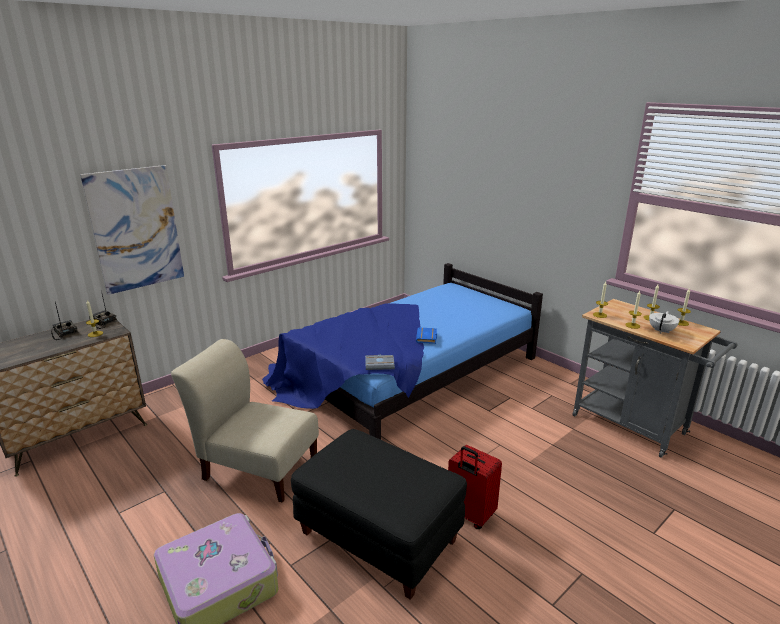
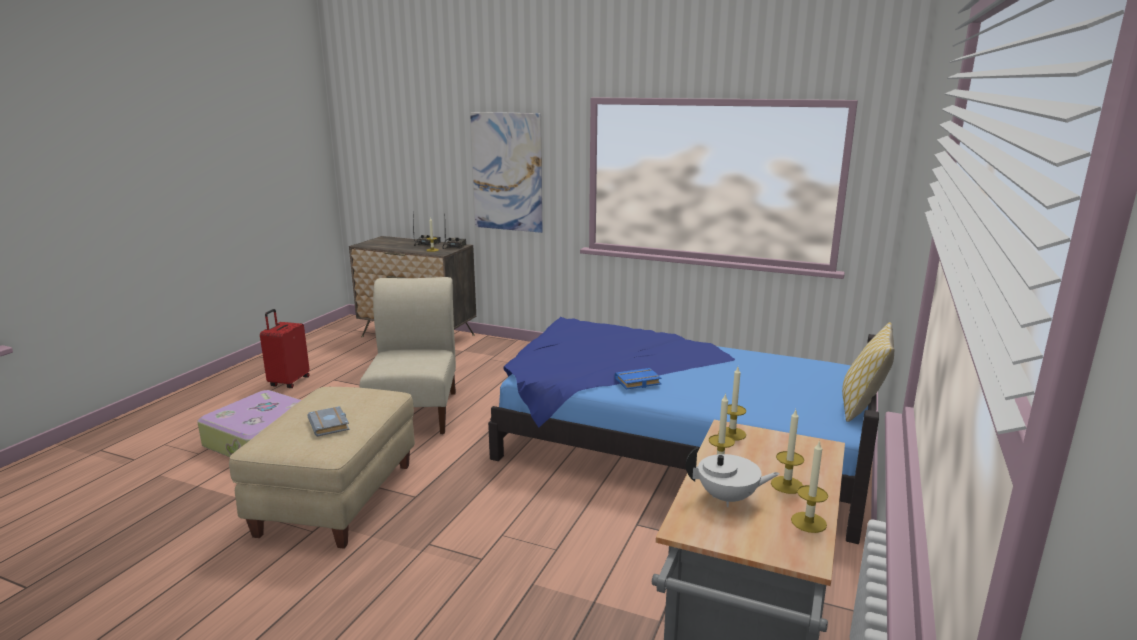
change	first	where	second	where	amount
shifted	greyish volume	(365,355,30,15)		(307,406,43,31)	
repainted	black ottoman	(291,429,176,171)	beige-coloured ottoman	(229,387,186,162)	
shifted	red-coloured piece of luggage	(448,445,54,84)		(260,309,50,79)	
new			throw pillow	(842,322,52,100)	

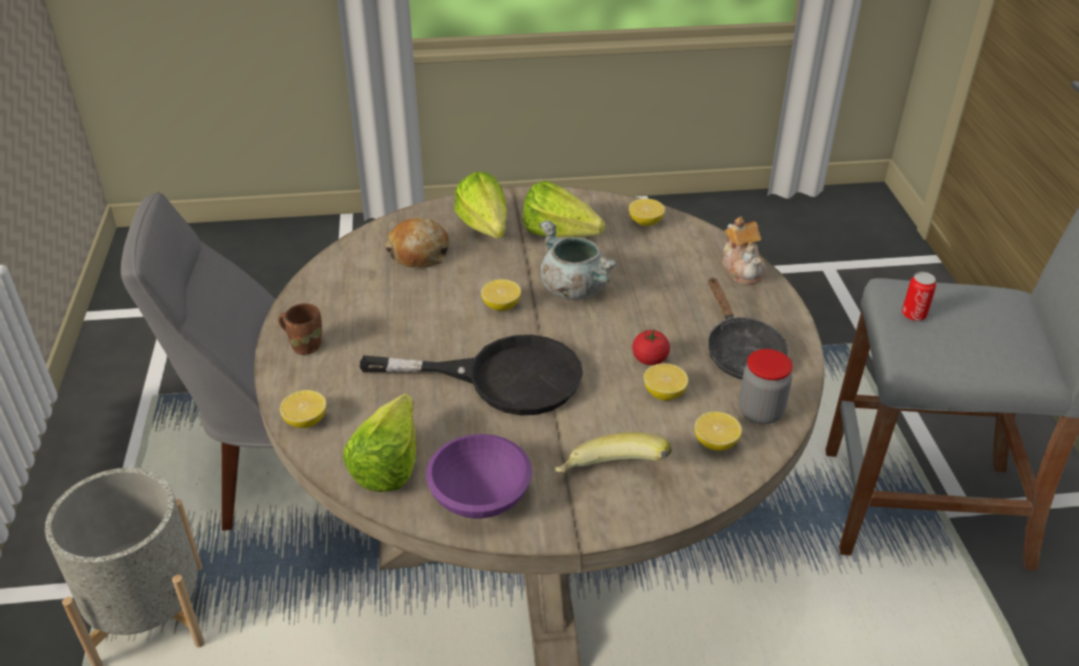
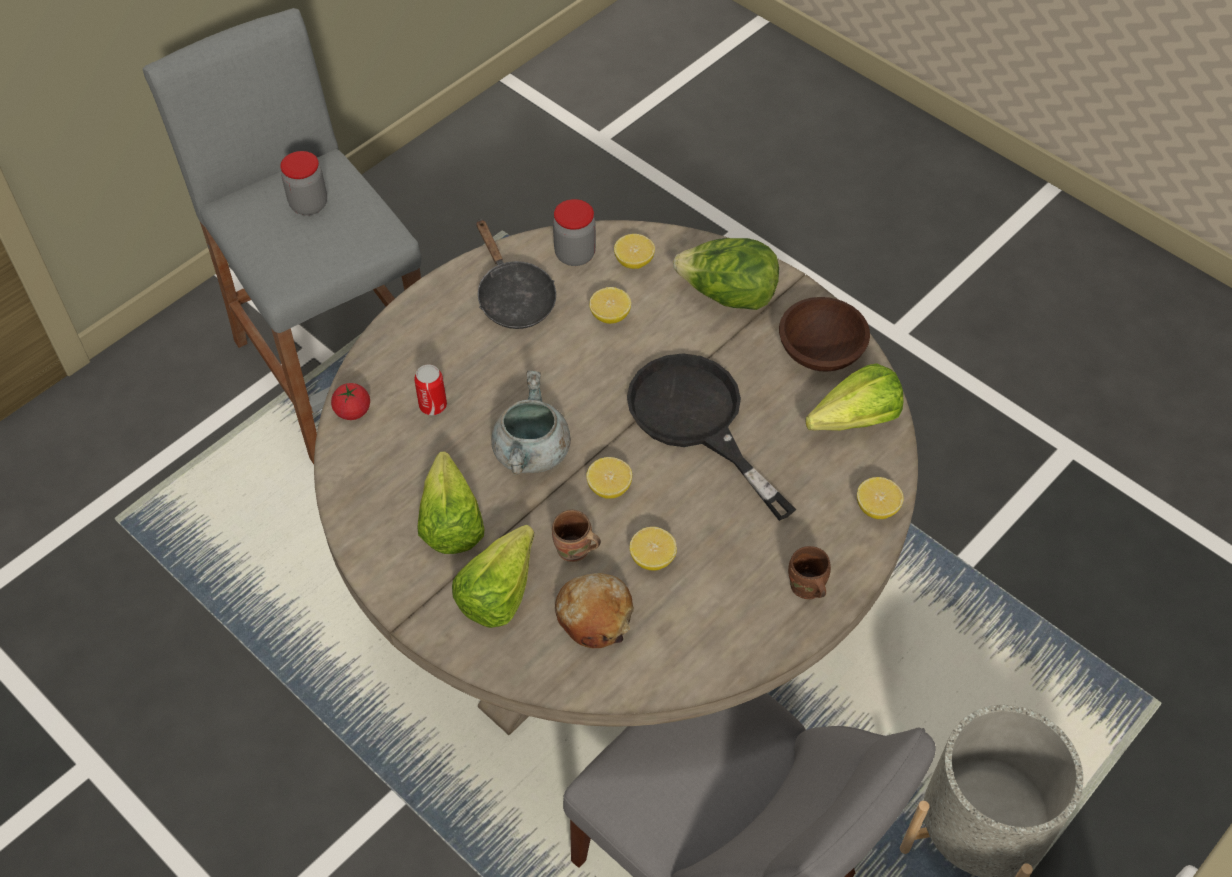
change	first	where	second	where	amount
shifted	lemon	(629,199,36,27)		(630,527,47,44)	
gone	pot for tea	(722,217,43,68)			
shifted	sealed can	(902,272,34,49)		(414,364,33,51)	
rotated	black skillet	(708,277,81,102)		(477,219,79,110)	120 degrees clockwise
shifted	whole tomato	(632,330,38,35)		(331,383,39,37)	
swapped	banana fruit	(555,432,117,41)	head of lettuce	(673,238,106,72)	
repainted	purplish bowl	(426,434,106,85)	brown bowl	(779,297,91,75)	
new			jar	(280,151,47,64)	
new			brown coffee mug	(552,510,49,52)	

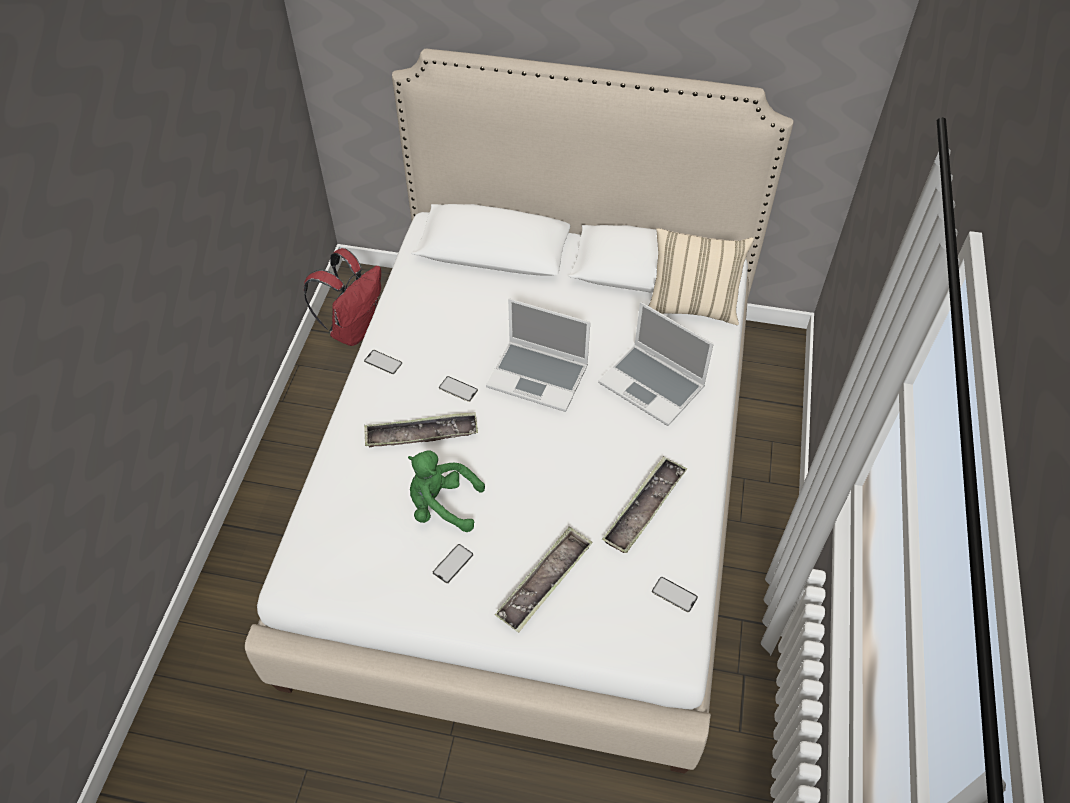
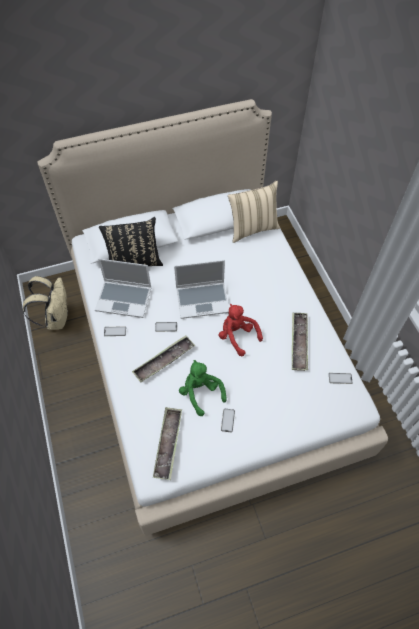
change	first	where	second	where	amount
repainted	red-coloured rucksack	(304,248,77,98)	beige-coloured rucksack	(23,276,45,54)	
shifted	notebook computer	(598,302,116,124)		(95,259,57,59)	
rotated	green plush toy	(408,450,77,82)		(179,360,48,56)	75 degrees clockwise
shifted	tray	(495,526,98,107)		(153,407,29,73)	
new			black throw pillow	(99,217,64,49)	
new			red-coloured plush toy	(219,304,44,52)	

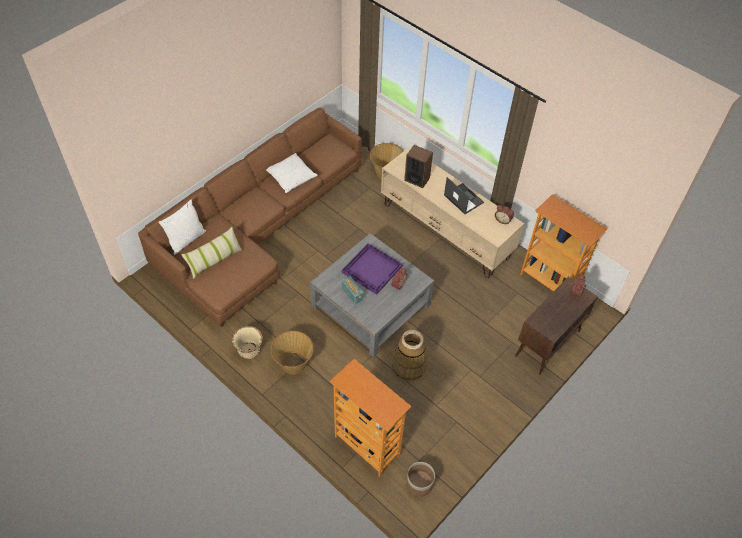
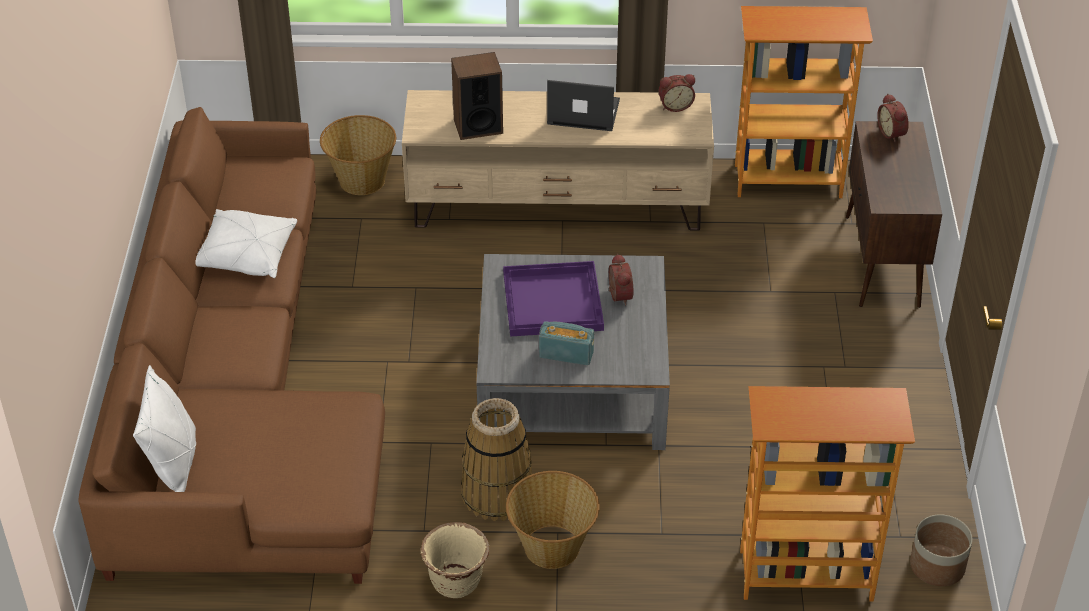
change	first	where	second	where	amount
gone	throw pillow	(181,227,62,52)			
shifted	storage basket	(392,330,35,51)		(461,398,71,123)	

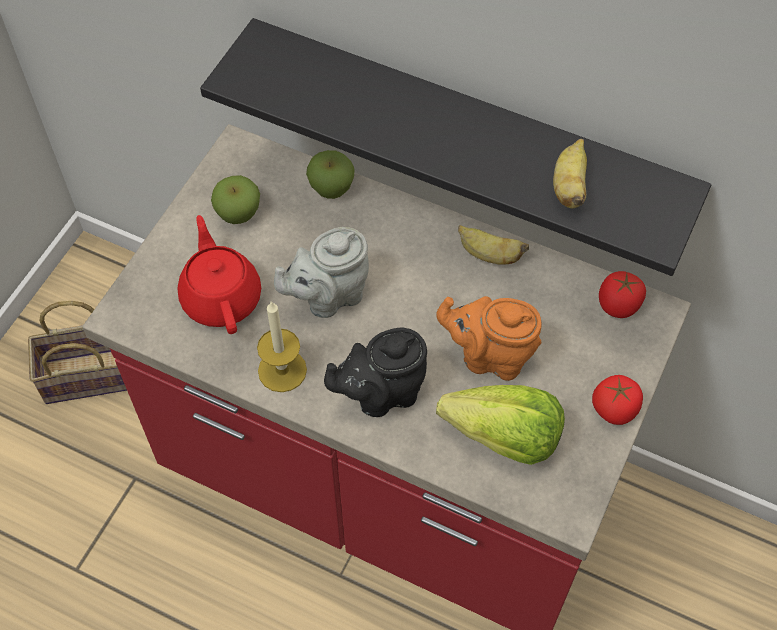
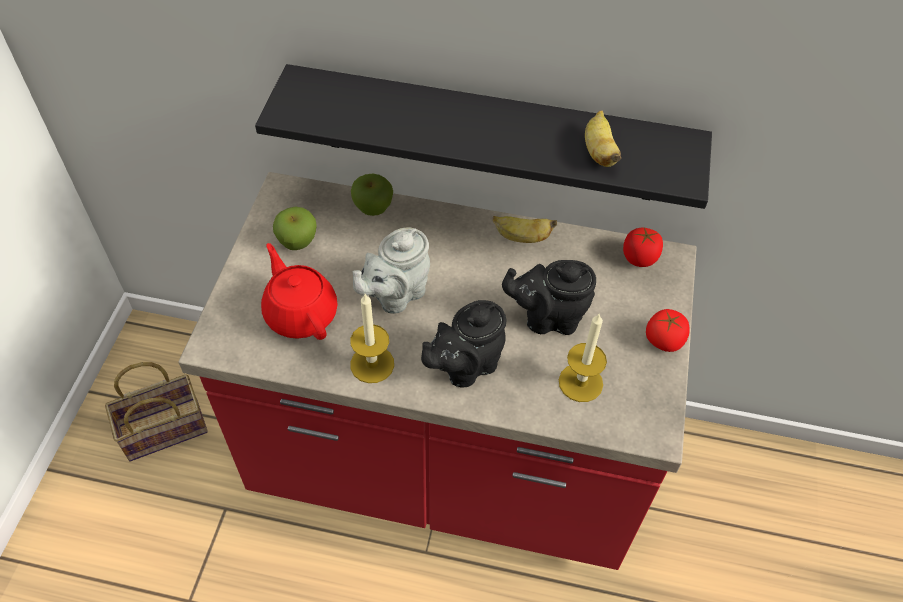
change	first	where	second	where	amount
repainted	orange-coloured pot for tea	(436,296,106,85)	black pot for tea	(502,260,94,75)	
swapped	head of lettuce	(436,385,129,80)	wax light	(559,313,48,89)	

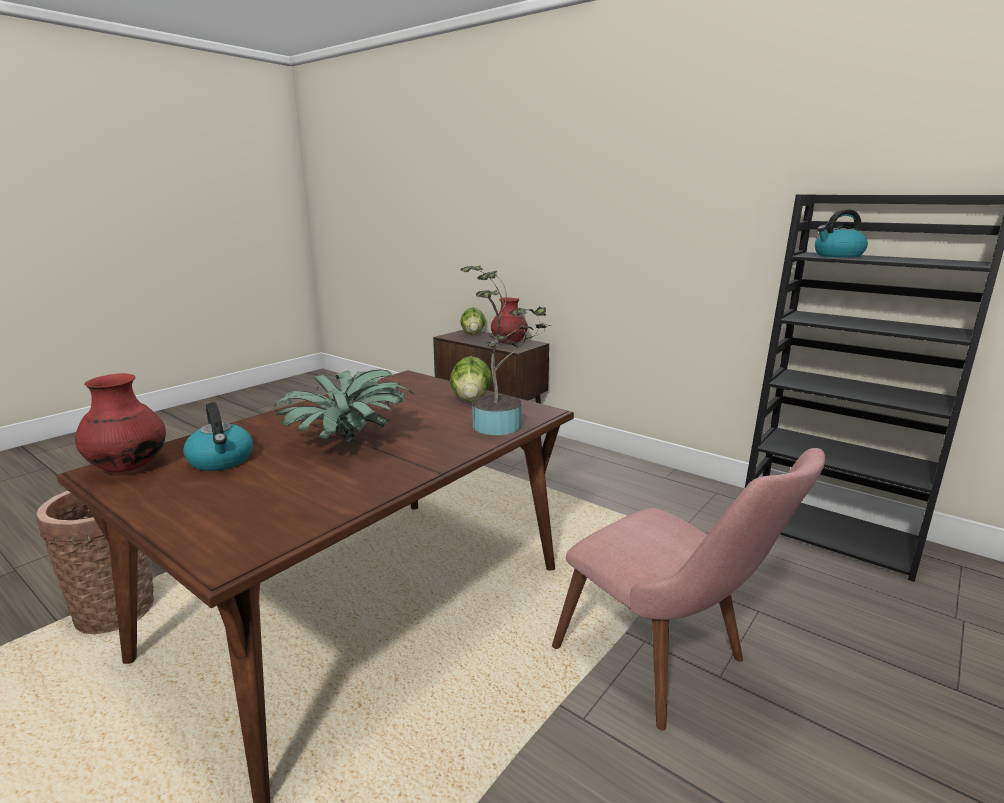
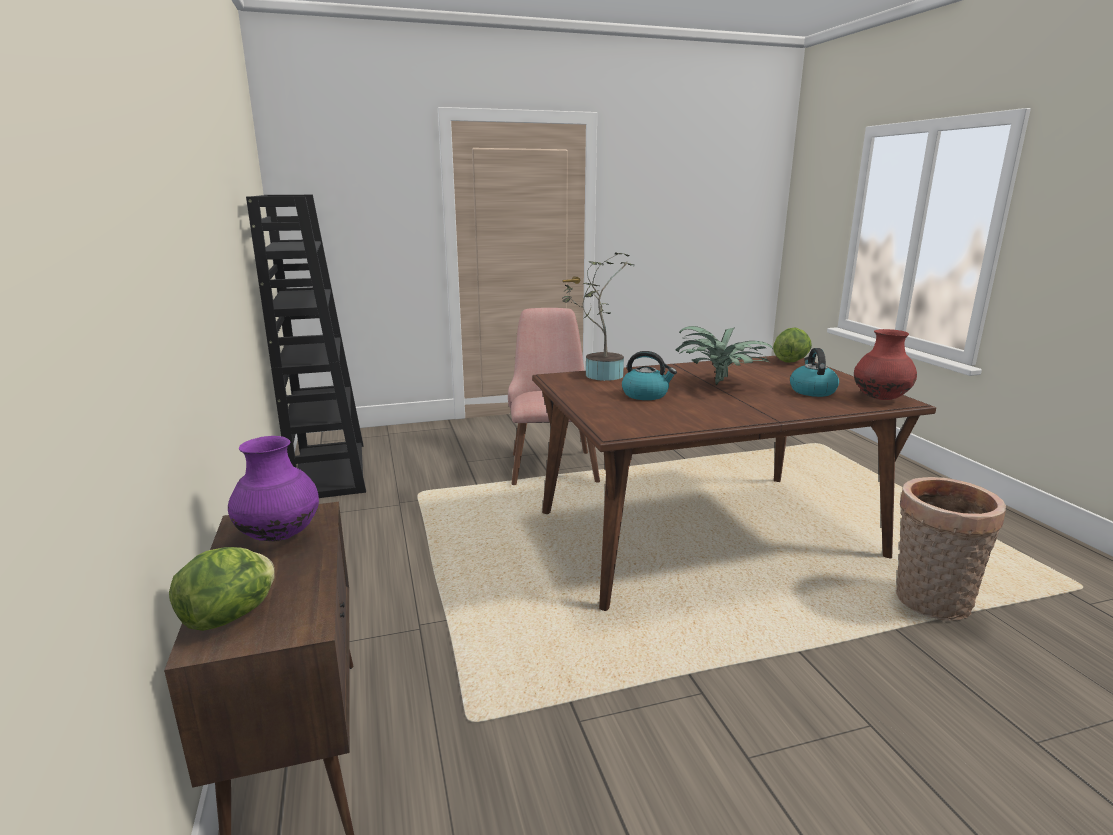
change	first	where	second	where	amount
shifted	water kettle	(814,209,54,49)		(622,351,55,49)	
repainted	red-coloured vase	(491,298,37,46)	purplish vase	(228,436,91,105)	
shifted	head of lettuce	(450,356,42,46)		(773,327,39,36)	

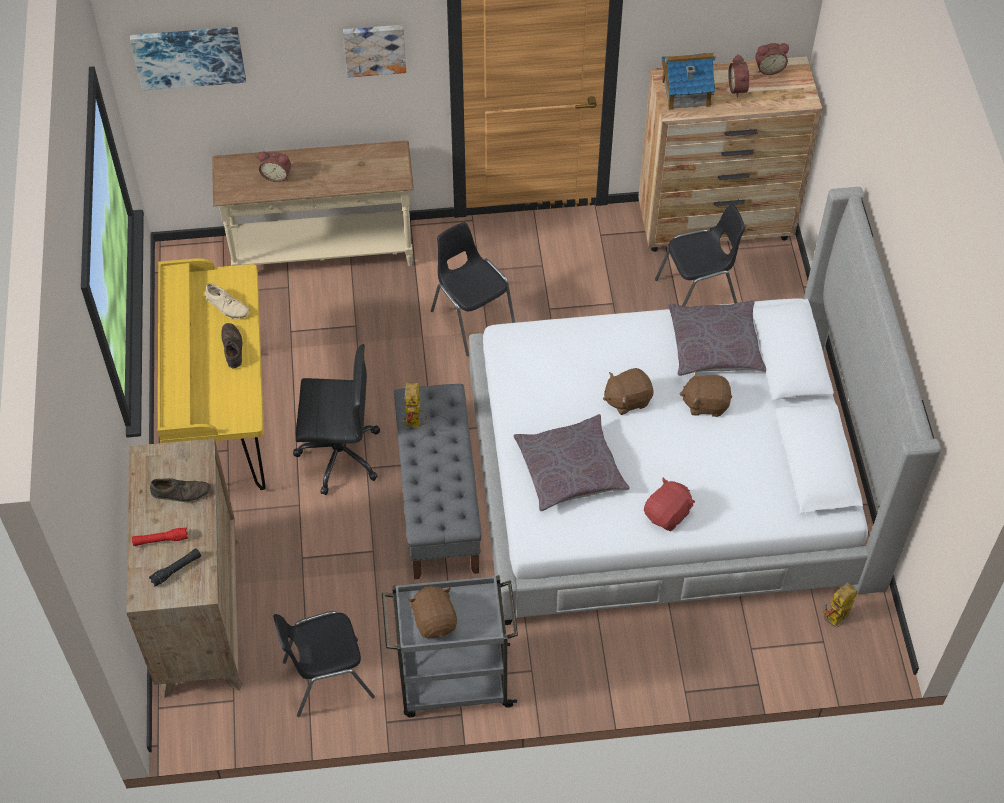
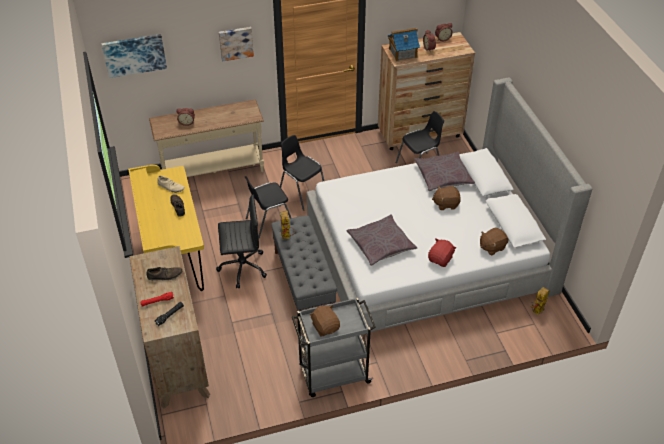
change	first	where	second	where	amount
shifted	brown plush toy	(603,368,51,47)		(480,227,29,29)	
shifted	black upright chair	(273,611,102,106)		(245,176,46,62)	

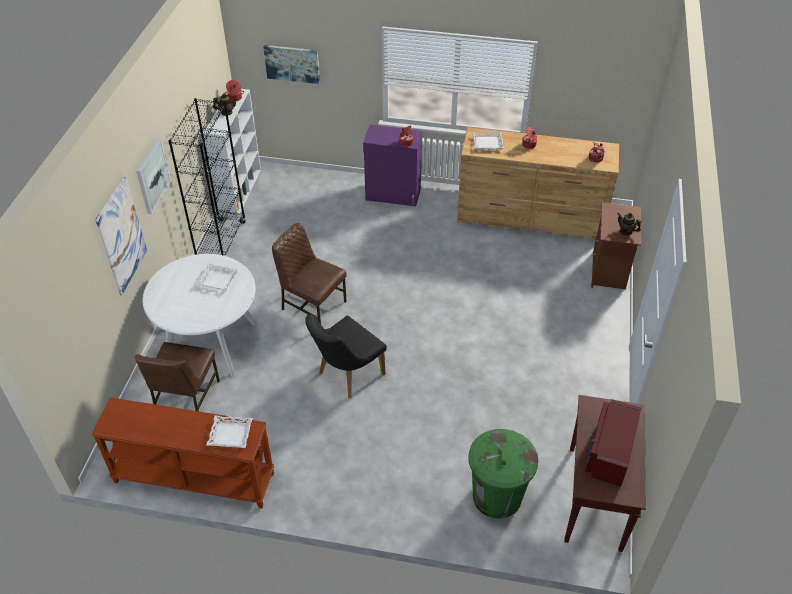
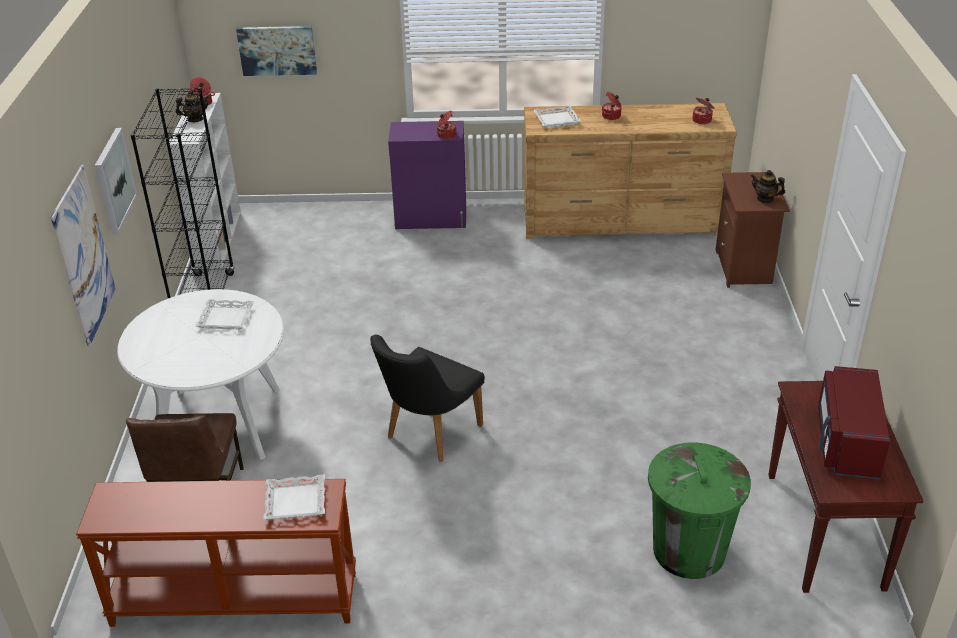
change	first	where	second	where	amount
gone	brown upright chair	(272,223,75,101)			

